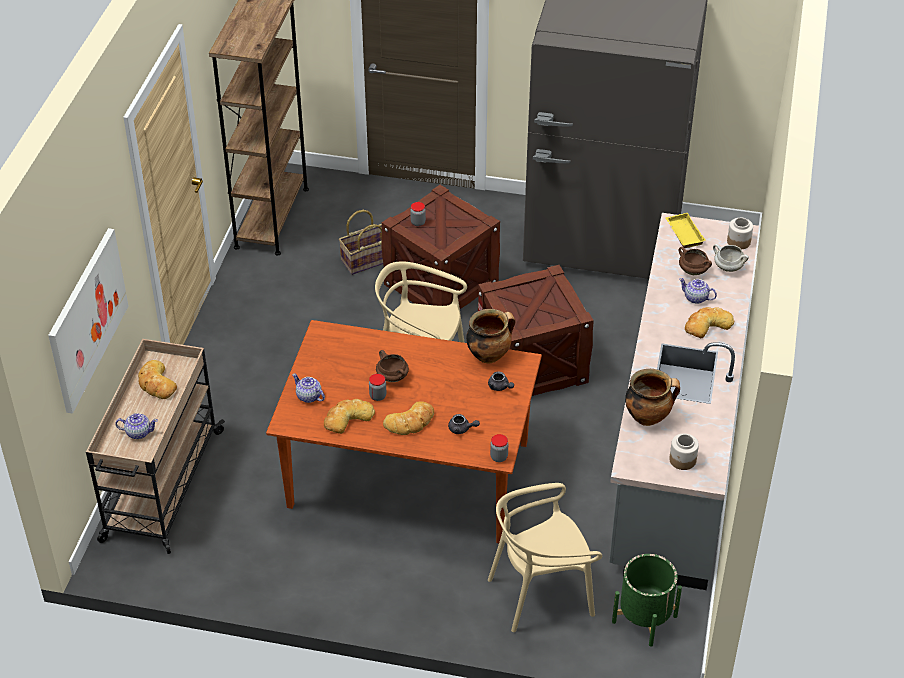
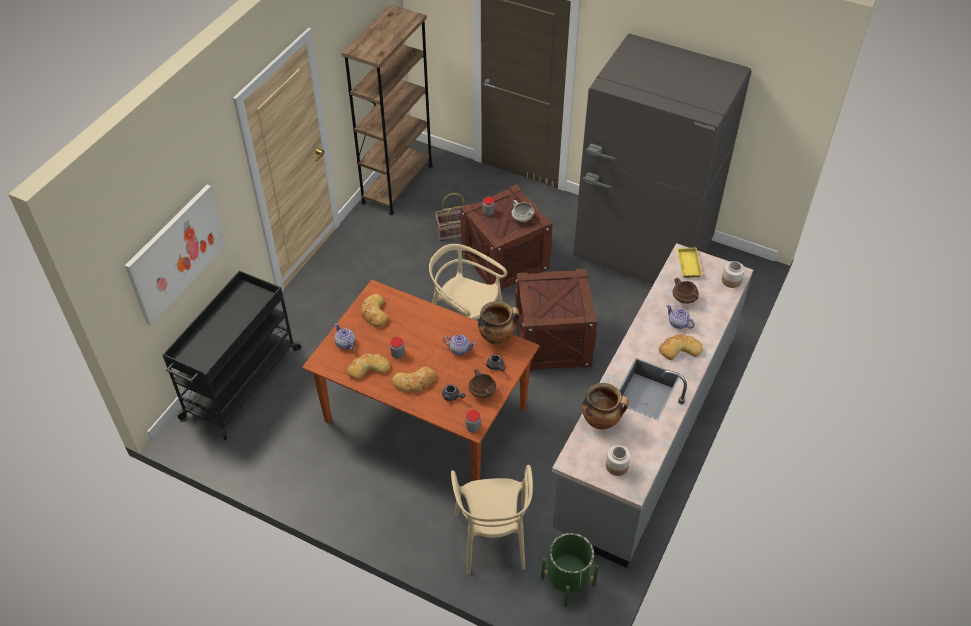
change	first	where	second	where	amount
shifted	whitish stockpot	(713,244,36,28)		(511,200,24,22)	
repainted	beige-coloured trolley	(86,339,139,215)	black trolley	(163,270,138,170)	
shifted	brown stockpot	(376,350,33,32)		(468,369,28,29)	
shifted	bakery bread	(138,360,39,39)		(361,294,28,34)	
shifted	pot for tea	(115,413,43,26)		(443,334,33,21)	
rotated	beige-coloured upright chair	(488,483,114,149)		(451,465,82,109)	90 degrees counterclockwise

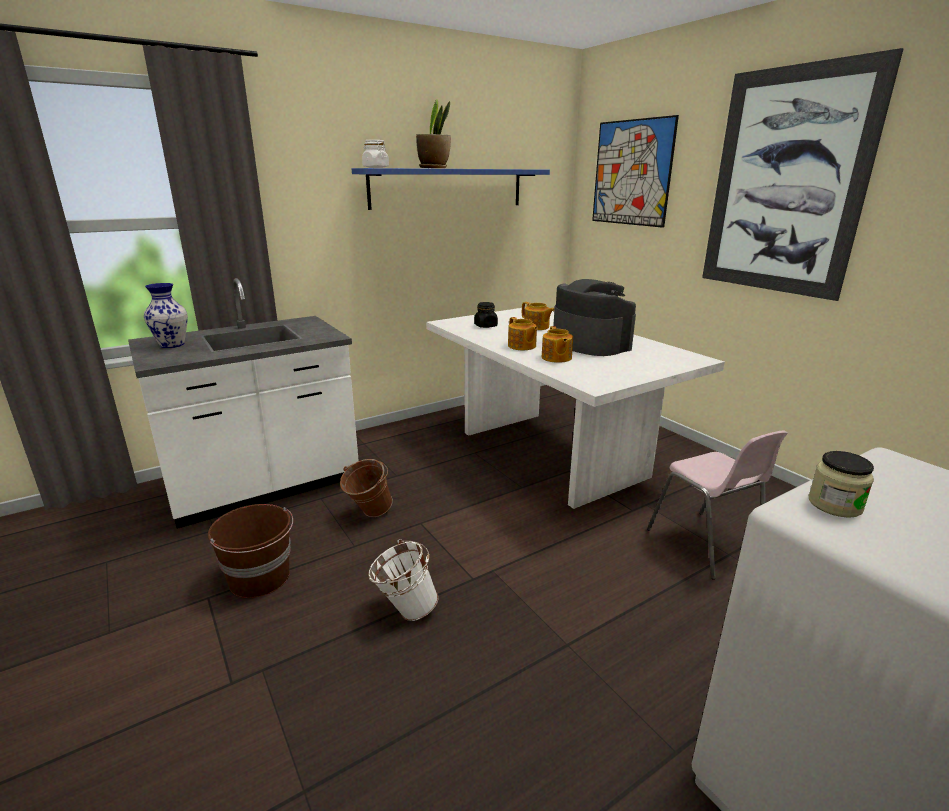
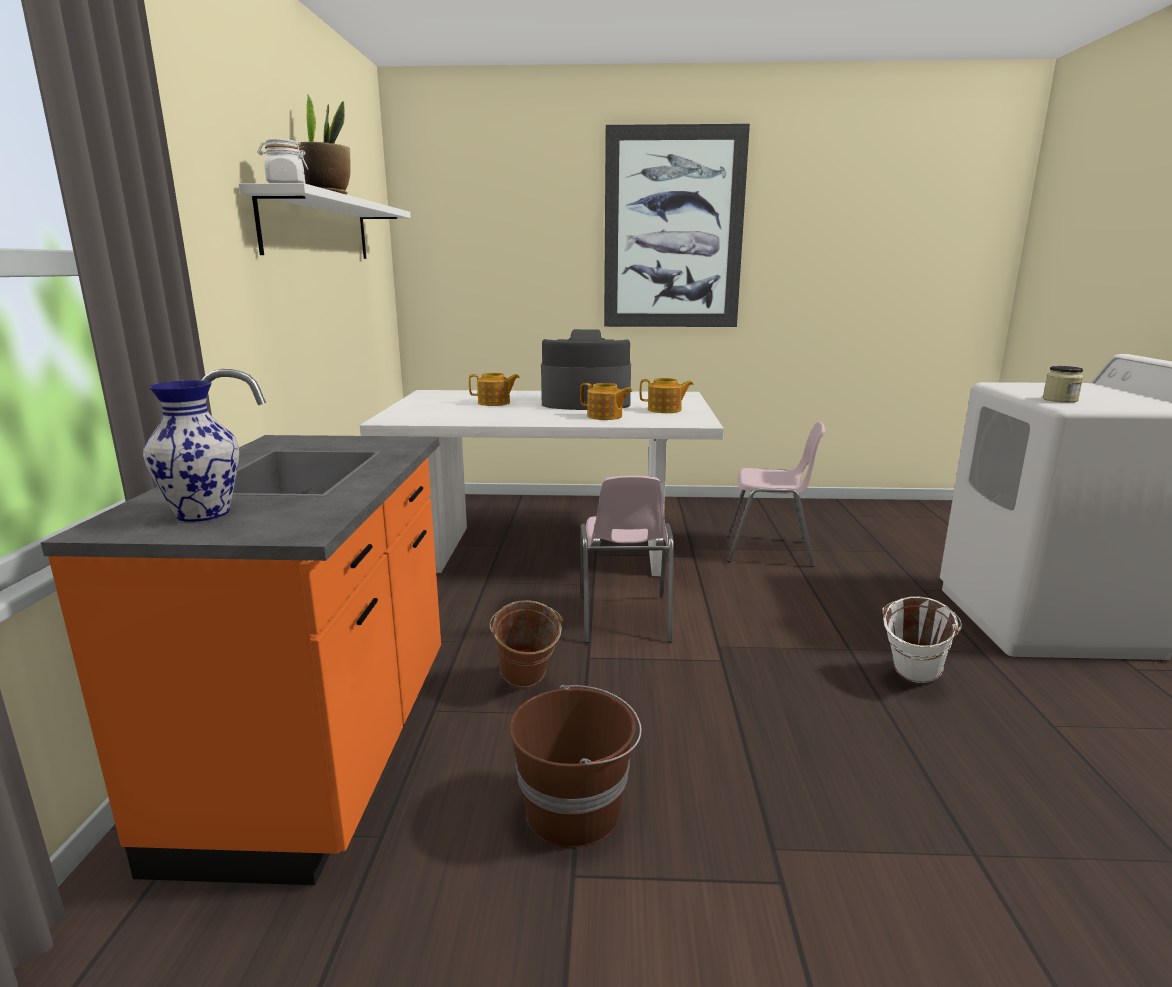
change	first	where	second	where	amount
gone	wall art	(592,115,87,113)			
repainted	blue-coloured bracket shelf	(352,168,198,42)	whitish bracket shelf	(239,183,172,76)	
repainted	whitish kitchen counter	(128,278,231,251)	orange-coloured kitchen counter	(41,369,400,516)	
gone	black jar	(474,302,24,26)			
shifted	pot for tea	(508,317,30,33)		(640,378,54,35)	
shifted	whitish bucket	(368,539,71,82)		(882,596,80,87)	
new			pinkish upright chair	(581,476,93,167)	

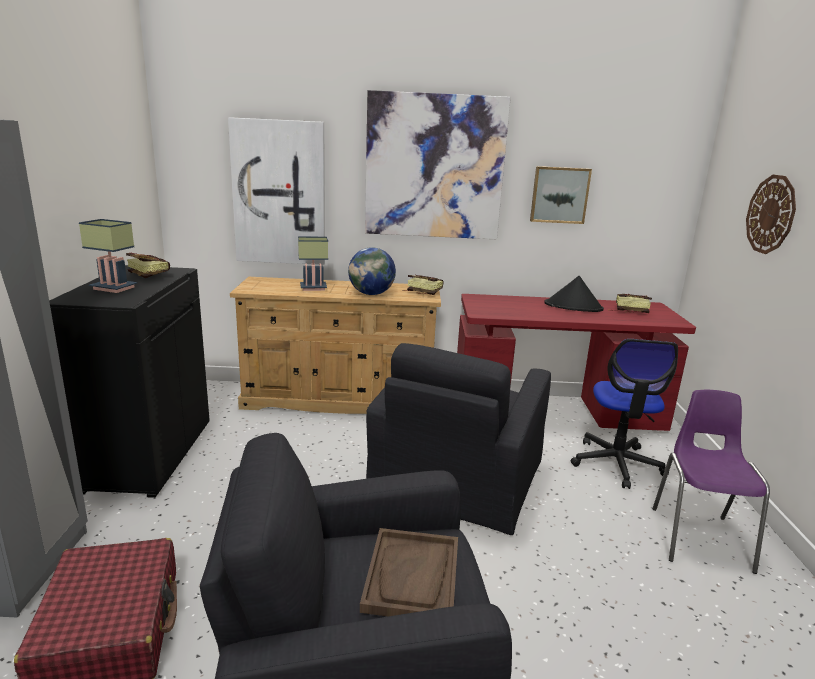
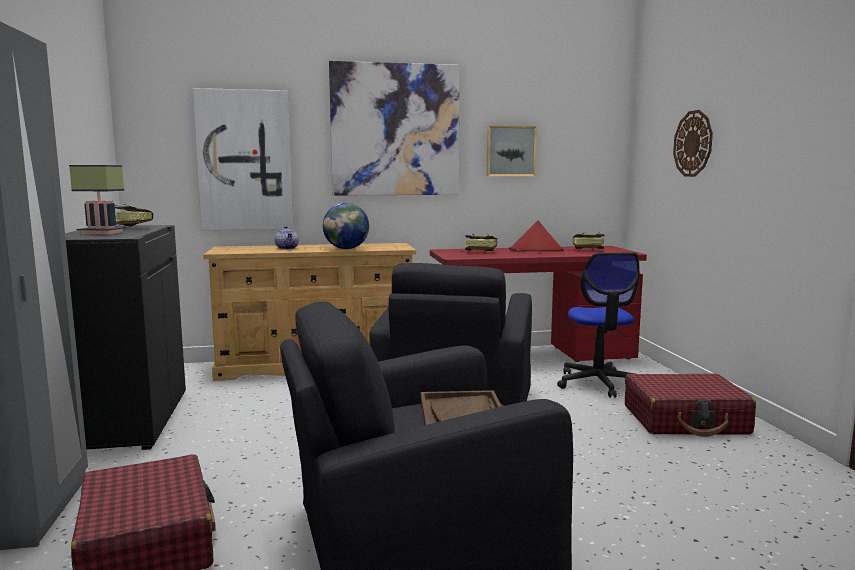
change	first	where	second	where	amount
swapped	tabletop lamp	(298,236,30,55)	pot for tea	(275,226,24,24)	
shifted	volume	(402,274,42,21)		(460,234,37,19)	
repainted	black wearable hat	(544,276,60,36)	red-coloured wearable hat	(509,220,55,32)	
swapped	purplish upright chair	(653,390,117,184)	red-coloured piece of luggage	(625,374,131,63)	

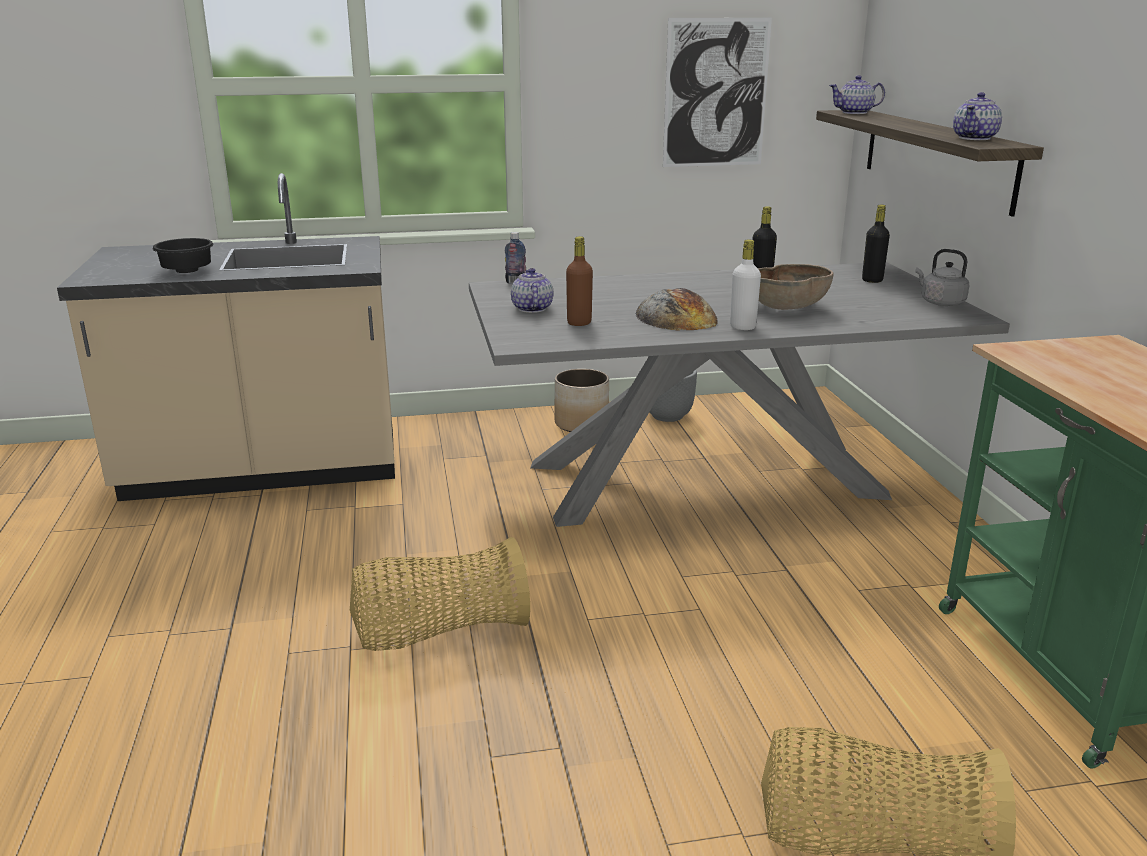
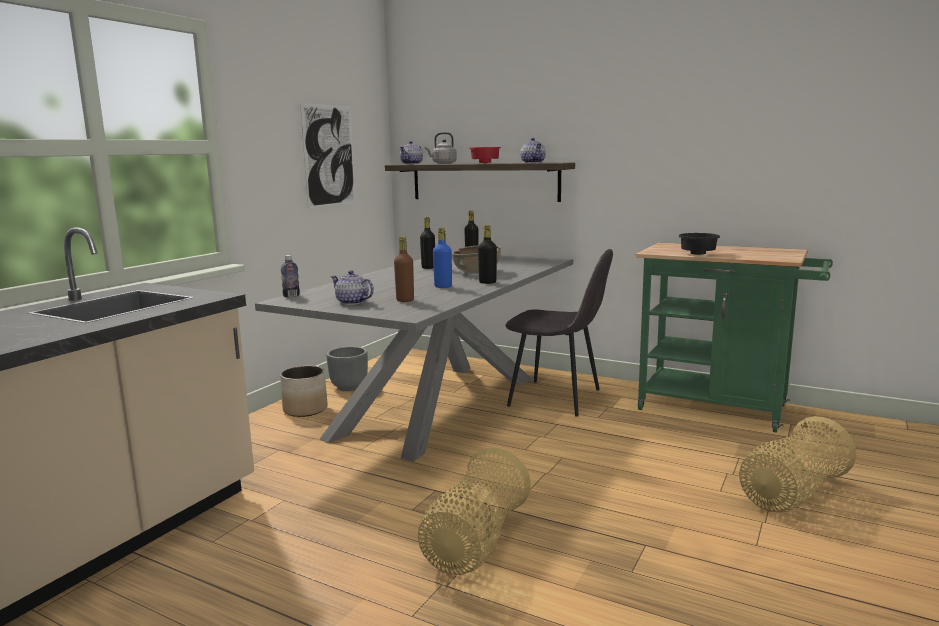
change	first	where	second	where	amount
shifted	black bowl	(153,238,61,35)		(678,233,42,22)	
repainted	whitish bottle	(730,239,31,91)	black bottle	(478,225,19,59)	
shifted	greyish water kettle	(916,249,53,57)		(425,132,32,32)	
swapped	bakery bread	(635,288,83,43)	blue-coloured bottle	(433,228,19,60)	
new			red-coloured bowl	(469,147,32,17)	
new			greyish upright chair	(505,249,108,168)	

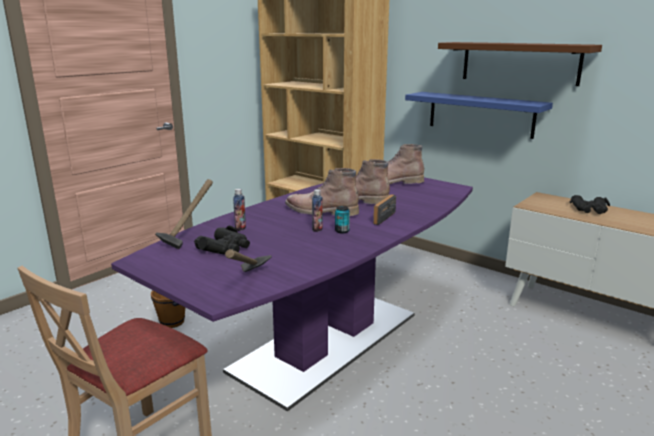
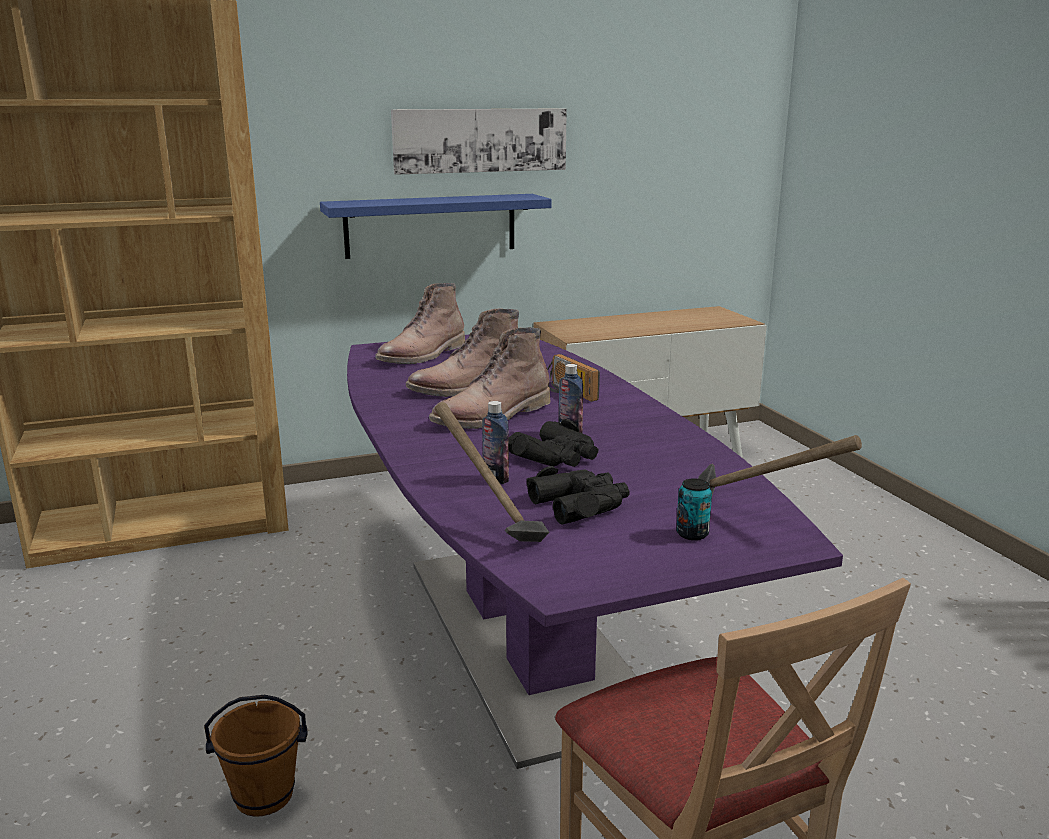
change	first	where	second	where	amount
swapped	brown bracket shelf	(438,42,164,44)	wall art	(391,108,176,67)	
shifted	black pair of binoculars	(570,195,40,19)		(509,419,90,48)	
shifted	sealed can	(335,206,15,28)		(676,478,36,62)	

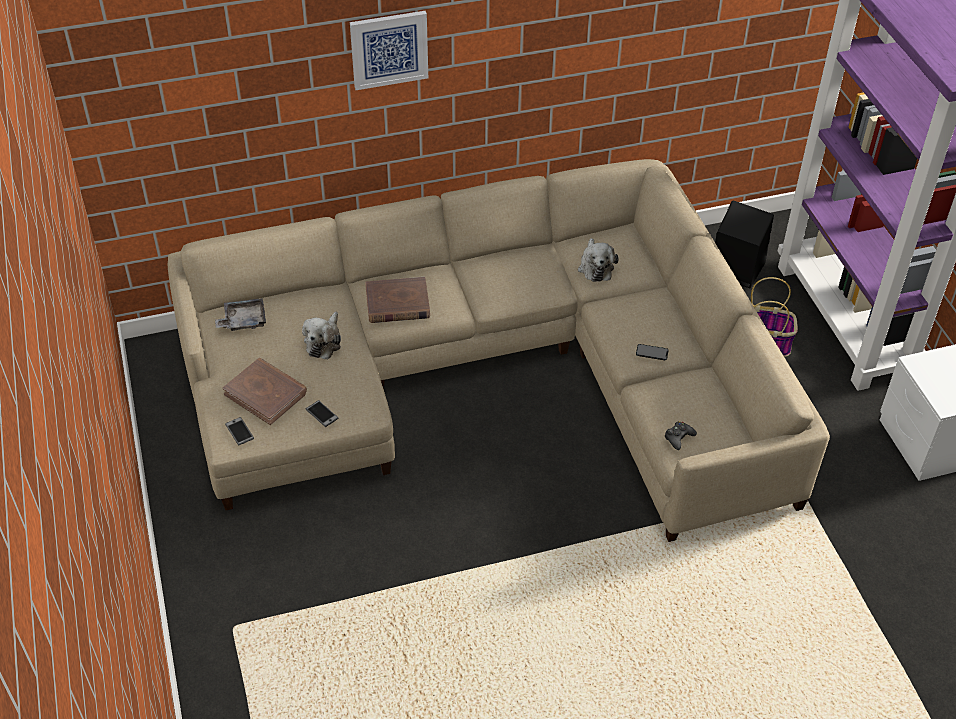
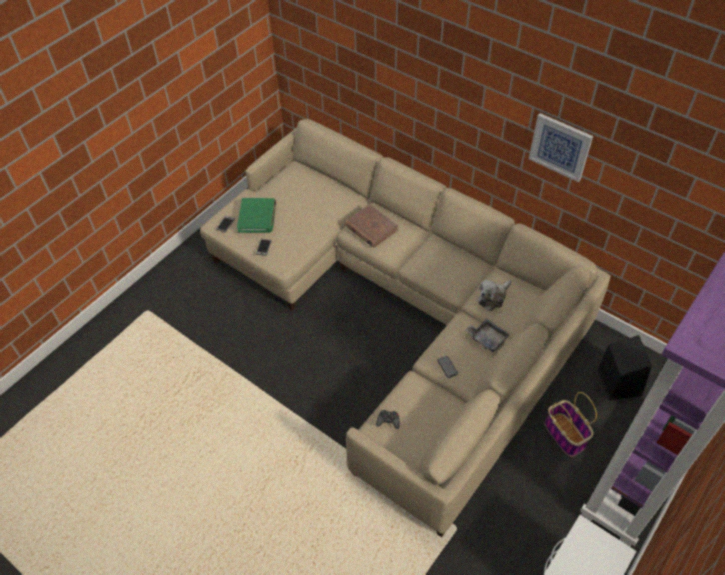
change	first	where	second	where	amount
shifted	wall art	(350,11,78,79)		(529,113,64,69)	
shifted	greyish tray	(215,298,51,33)		(465,319,45,33)	
gone	plush toy	(302,312,39,48)			
repainted	brown volume	(223,358,84,67)	green volume	(237,198,39,35)	

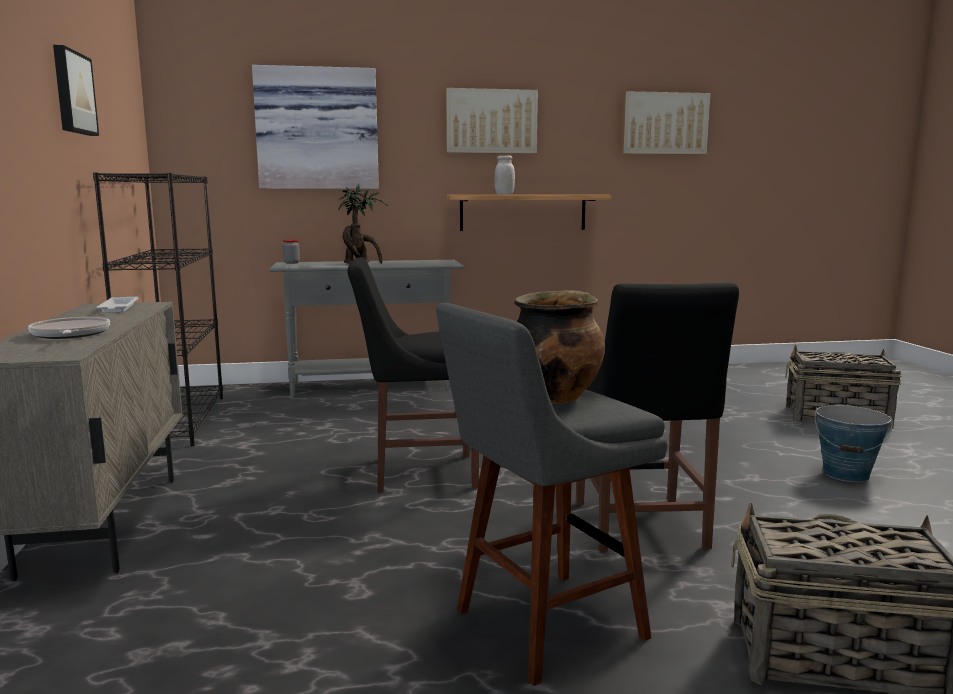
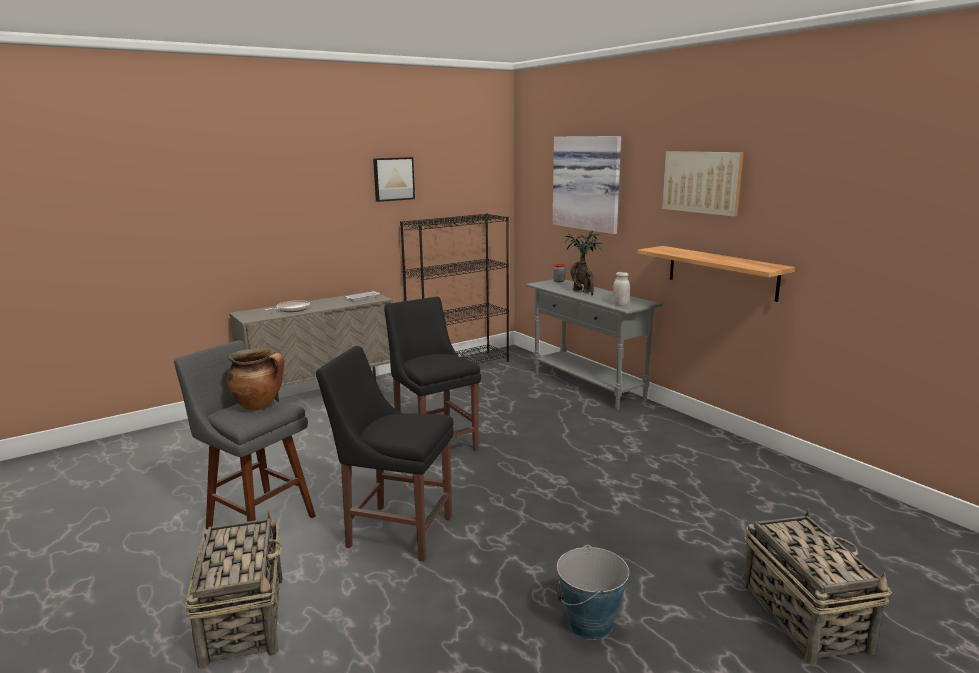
change	first	where	second	where	amount
gone	wall art	(622,91,89,64)			
shifted	whitish jar	(494,155,21,40)		(613,272,17,34)	
rotated	black upright chair	(576,283,163,270)		(316,346,138,216)	45 degrees clockwise

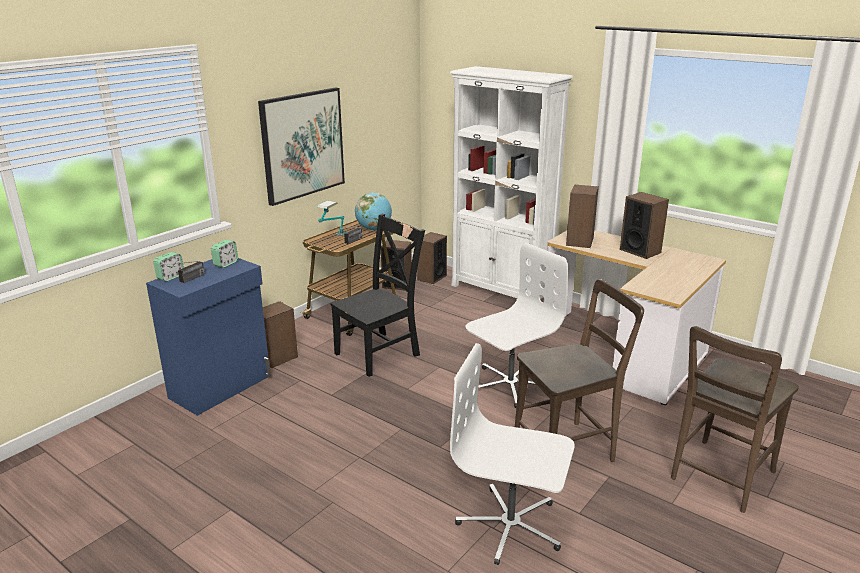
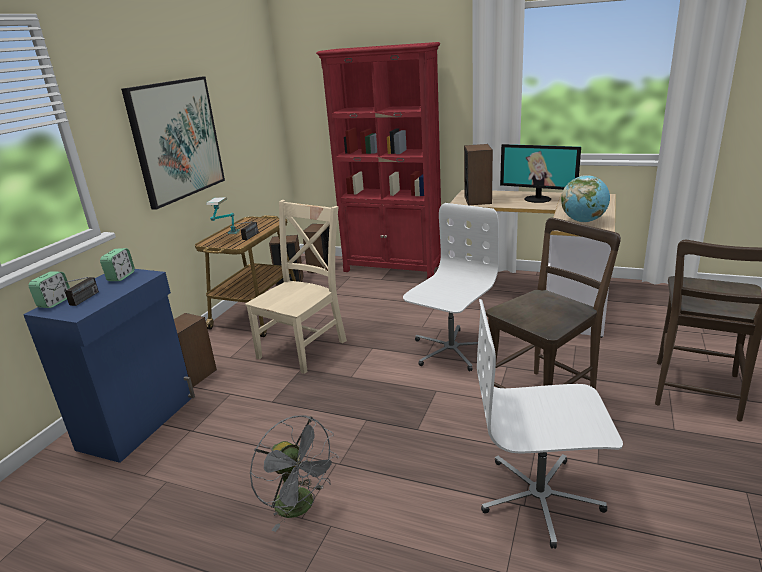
change	first	where	second	where	amount
repainted	whitish shelving unit	(450,66,123,233)	red-coloured shelving unit	(316,42,125,237)	
swapped	loudspeaker	(620,192,49,67)	monitor	(500,144,81,59)	
shifted	globe	(355,193,37,37)		(561,175,49,47)	
repainted	black upright chair	(330,214,95,163)	beige-coloured upright chair	(245,200,102,174)	
new			greyish electric fan	(250,415,89,117)	

